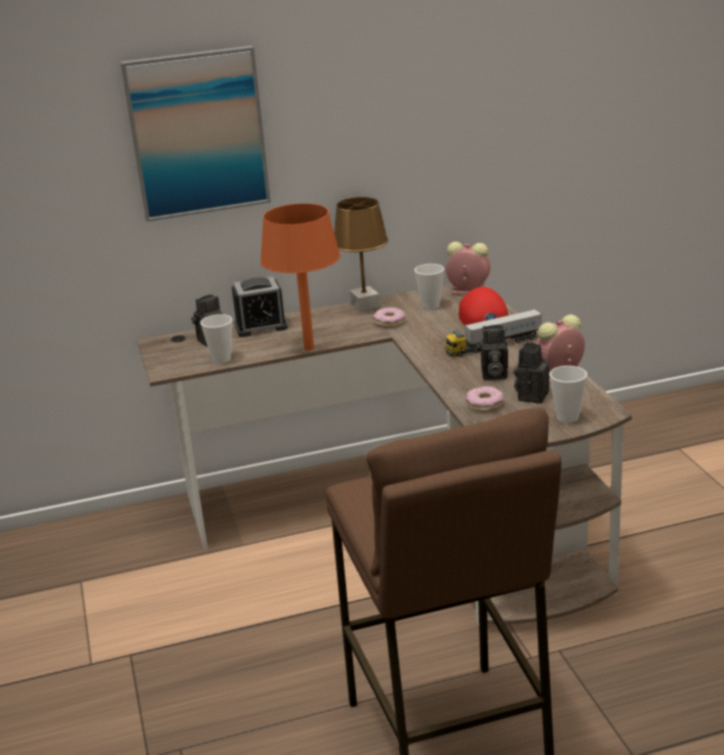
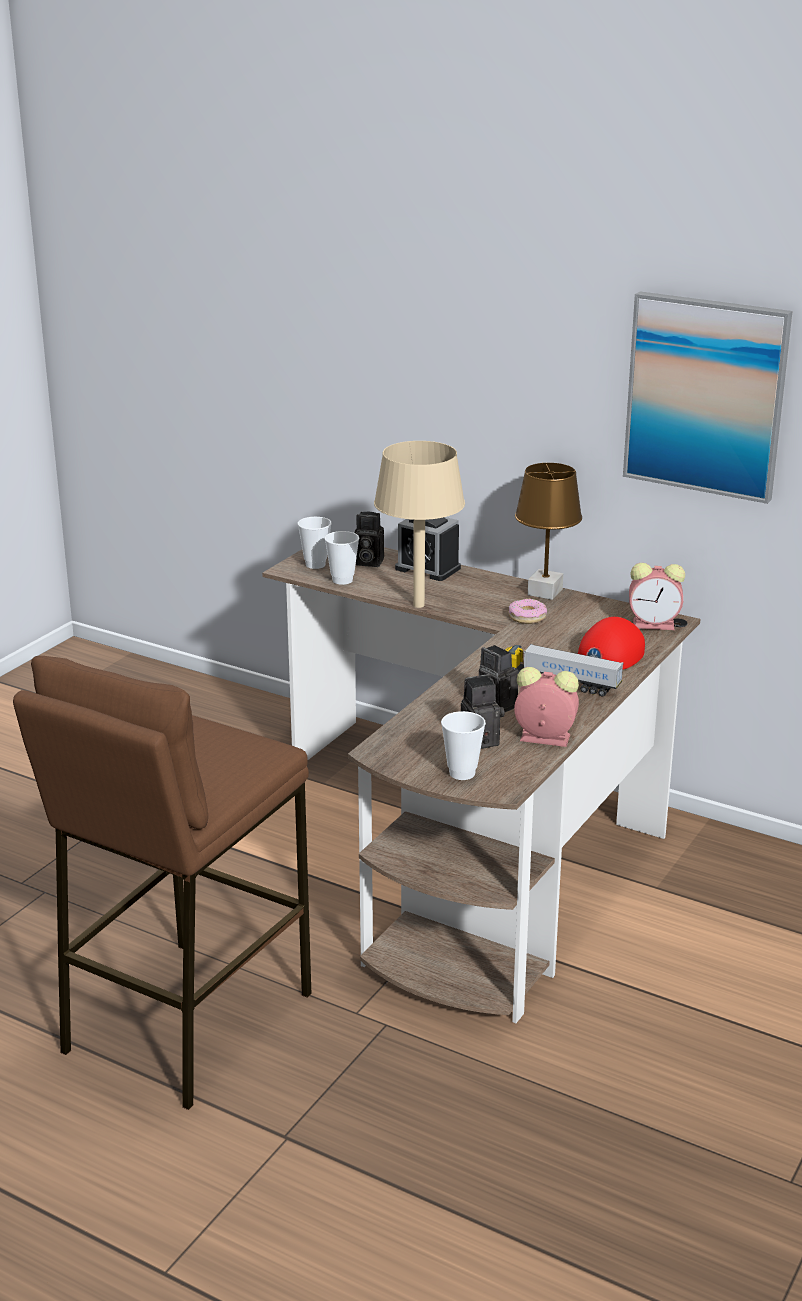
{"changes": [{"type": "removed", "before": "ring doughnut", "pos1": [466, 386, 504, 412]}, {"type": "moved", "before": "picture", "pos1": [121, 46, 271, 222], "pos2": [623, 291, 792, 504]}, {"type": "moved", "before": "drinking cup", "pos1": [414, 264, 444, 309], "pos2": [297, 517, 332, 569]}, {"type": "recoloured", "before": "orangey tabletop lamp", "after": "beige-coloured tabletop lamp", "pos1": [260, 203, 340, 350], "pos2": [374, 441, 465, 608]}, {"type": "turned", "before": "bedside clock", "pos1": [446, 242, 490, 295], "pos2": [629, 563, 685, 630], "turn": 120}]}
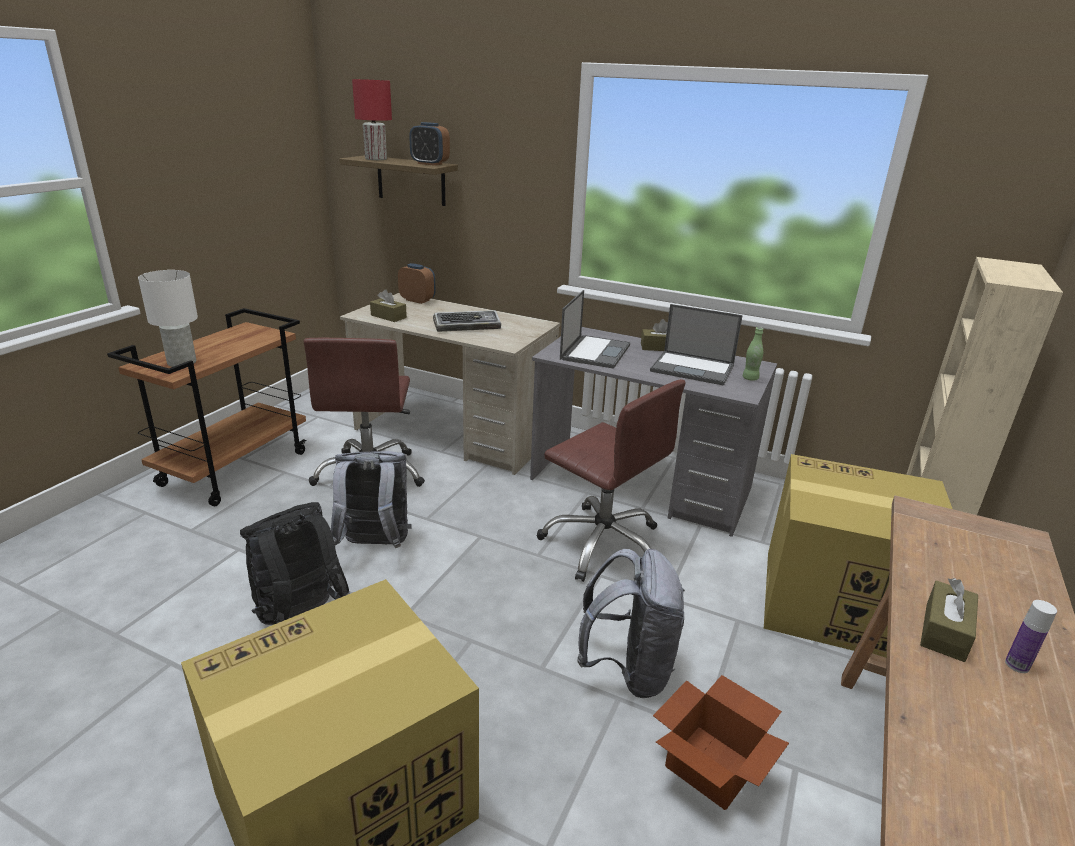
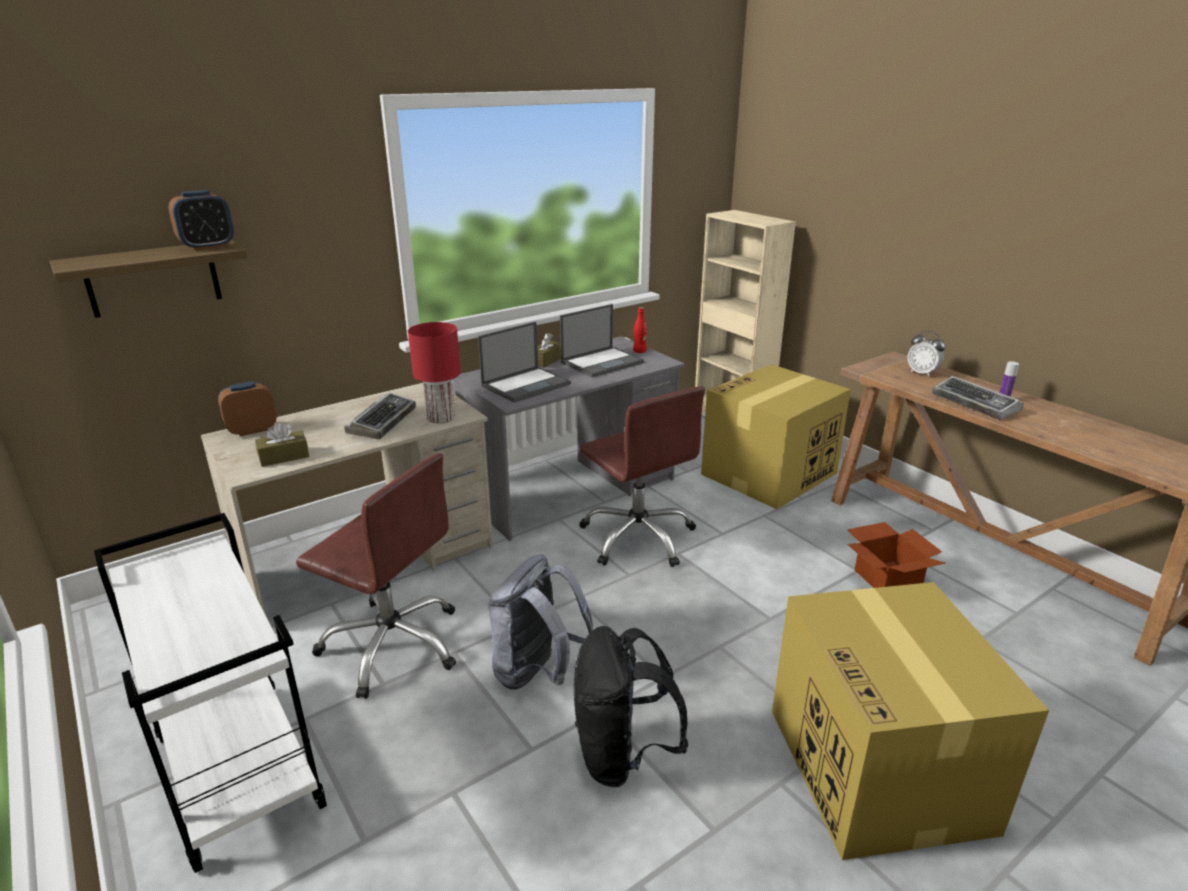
{"changes": [{"type": "removed", "before": "whitish tabletop lamp", "pos1": [138, 270, 198, 367]}, {"type": "removed", "before": "gray knapsack", "pos1": [577, 549, 685, 698]}, {"type": "added", "after": "bedside clock", "pos2": [907, 331, 945, 377]}, {"type": "moved", "before": "reddish tabletop lamp", "pos1": [352, 79, 392, 160], "pos2": [408, 322, 461, 424]}, {"type": "replaced", "before": "brown-coloured box of tissues", "after": "computer keyboard", "pos1": [920, 578, 978, 662], "pos2": [932, 376, 1024, 420]}, {"type": "recoloured", "before": "brown-coloured trolley", "after": "whitish trolley", "pos1": [107, 308, 307, 506], "pos2": [94, 513, 327, 873]}, {"type": "recoloured", "before": "green-coloured drink bottle", "after": "reddish drink bottle", "pos1": [743, 327, 763, 381], "pos2": [633, 307, 647, 353]}, {"type": "turned", "before": "brown-coloured computer chair", "pos1": [537, 379, 685, 582], "pos2": [579, 386, 705, 567], "turn": 75}, {"type": "turned", "before": "portable computer", "pos1": [560, 290, 630, 369], "pos2": [478, 322, 571, 403], "turn": 90}]}
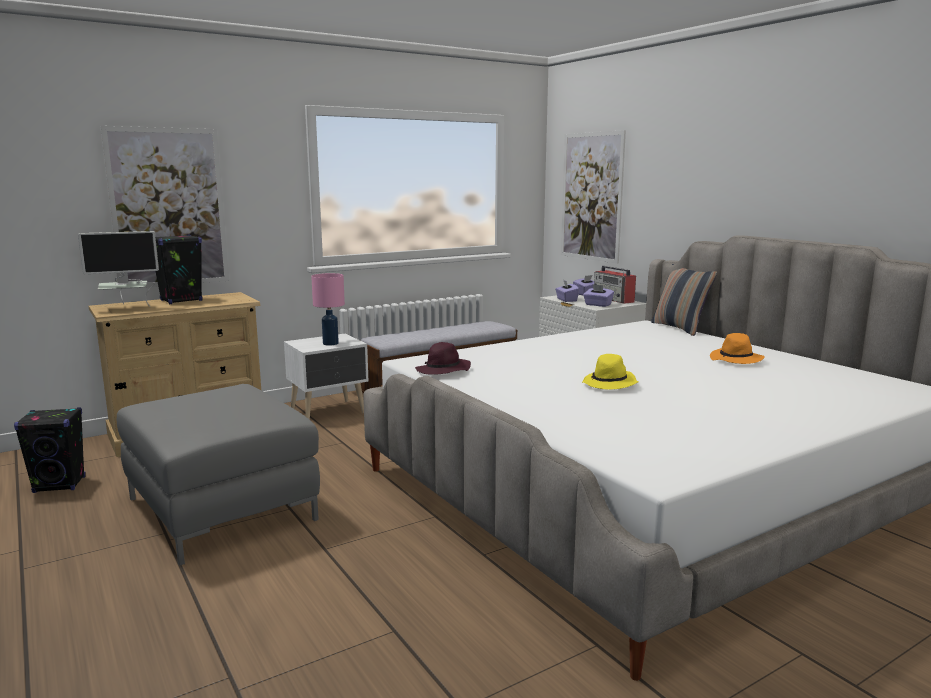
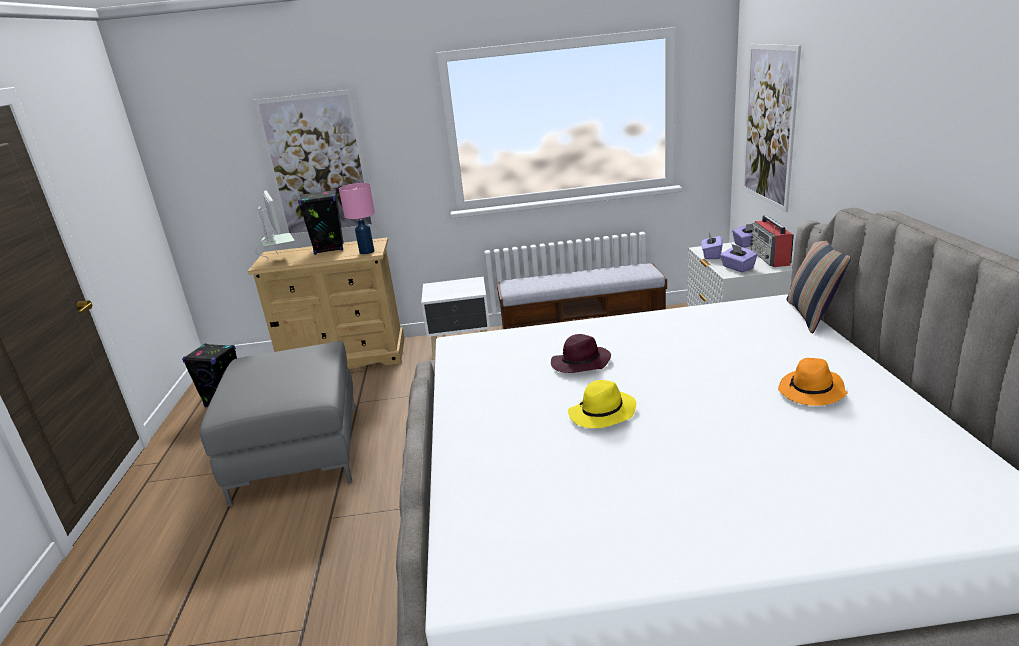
{"changes": [{"type": "moved", "before": "pinkish tabletop lamp", "pos1": [311, 273, 345, 346], "pos2": [339, 183, 375, 254]}, {"type": "moved", "before": "purple wearable hat", "pos1": [415, 342, 471, 375], "pos2": [551, 334, 611, 373]}, {"type": "turned", "before": "monitor", "pos1": [78, 231, 159, 307], "pos2": [255, 191, 295, 261], "turn": -120}]}
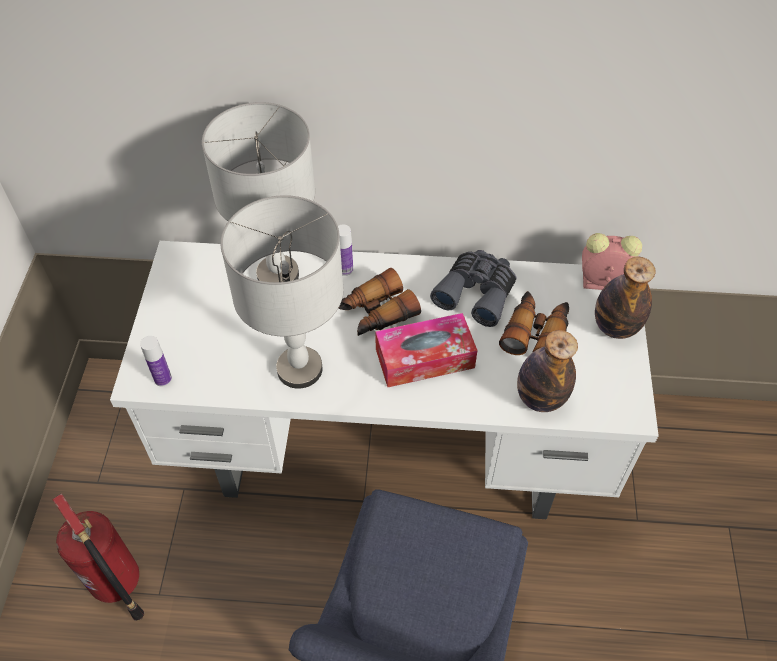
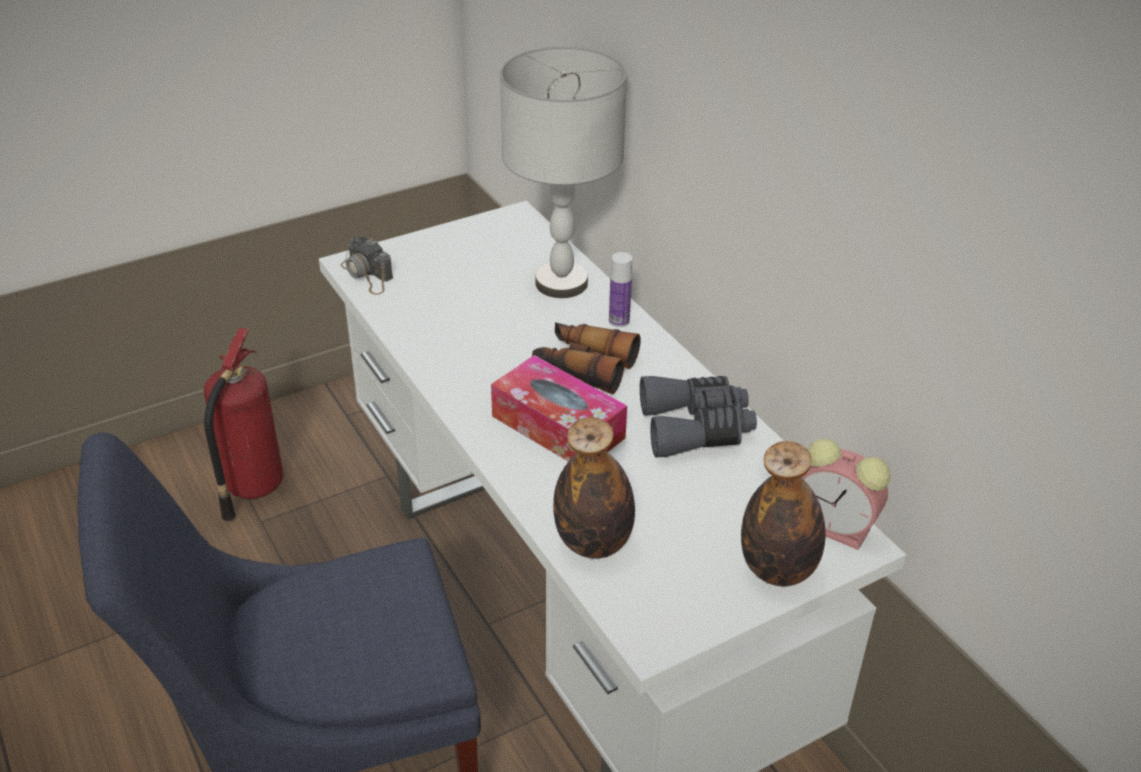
{"changes": [{"type": "removed", "before": "gray tabletop lamp", "pos1": [220, 195, 344, 389]}, {"type": "removed", "before": "pair of binoculars", "pos1": [499, 291, 569, 355]}, {"type": "replaced", "before": "drink bottle", "after": "still camera", "pos1": [140, 336, 172, 387], "pos2": [340, 236, 393, 295]}, {"type": "turned", "before": "bedside clock", "pos1": [582, 233, 642, 290], "pos2": [801, 439, 890, 550], "turn": 150}]}
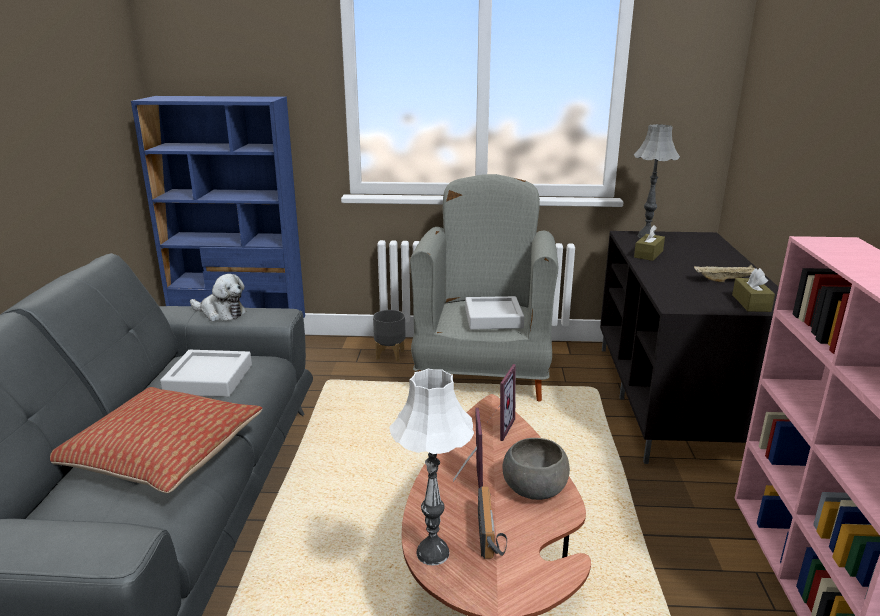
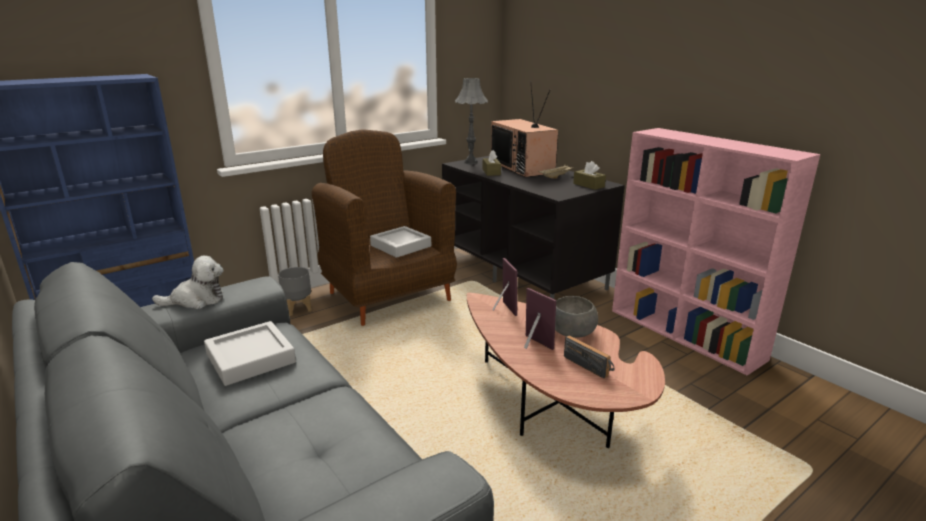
{"changes": [{"type": "removed", "before": "cushion", "pos1": [50, 387, 263, 493]}, {"type": "removed", "before": "whitish tabletop lamp", "pos1": [389, 369, 474, 565]}, {"type": "added", "after": "TV", "pos2": [491, 81, 558, 177]}, {"type": "recoloured", "before": "gray easy chair", "after": "brown-coloured easy chair", "pos1": [410, 174, 558, 402], "pos2": [312, 129, 457, 326]}]}
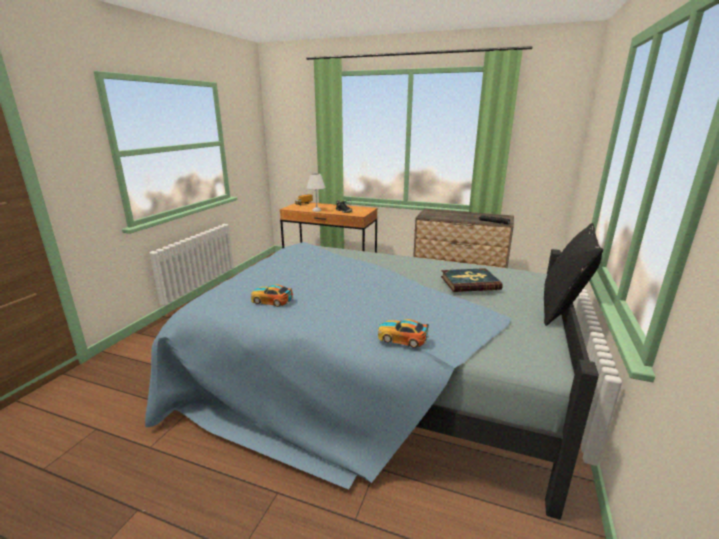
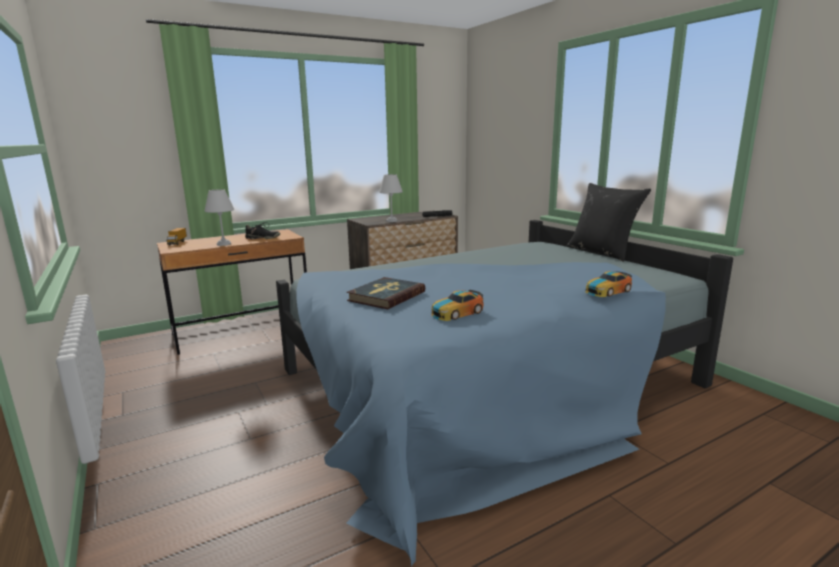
{"changes": [{"type": "added", "after": "whitish tabletop lamp", "pos2": [379, 174, 403, 222]}, {"type": "moved", "before": "volume", "pos1": [441, 268, 503, 292], "pos2": [346, 277, 425, 309]}]}
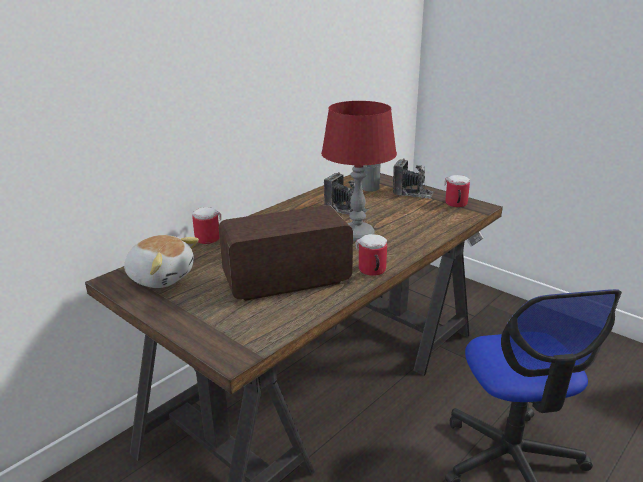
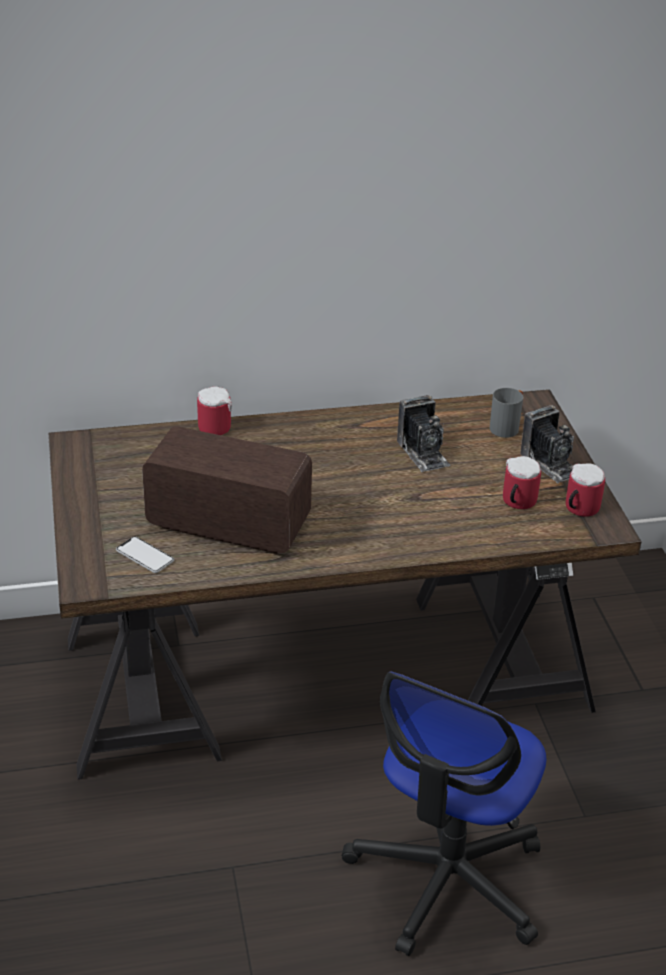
{"changes": [{"type": "removed", "before": "soft toy", "pos1": [124, 235, 199, 288]}, {"type": "removed", "before": "reddish tabletop lamp", "pos1": [321, 101, 397, 242]}, {"type": "added", "after": "phone", "pos2": [116, 536, 174, 573]}, {"type": "moved", "before": "coffee mug", "pos1": [355, 234, 387, 276], "pos2": [503, 456, 541, 509]}]}
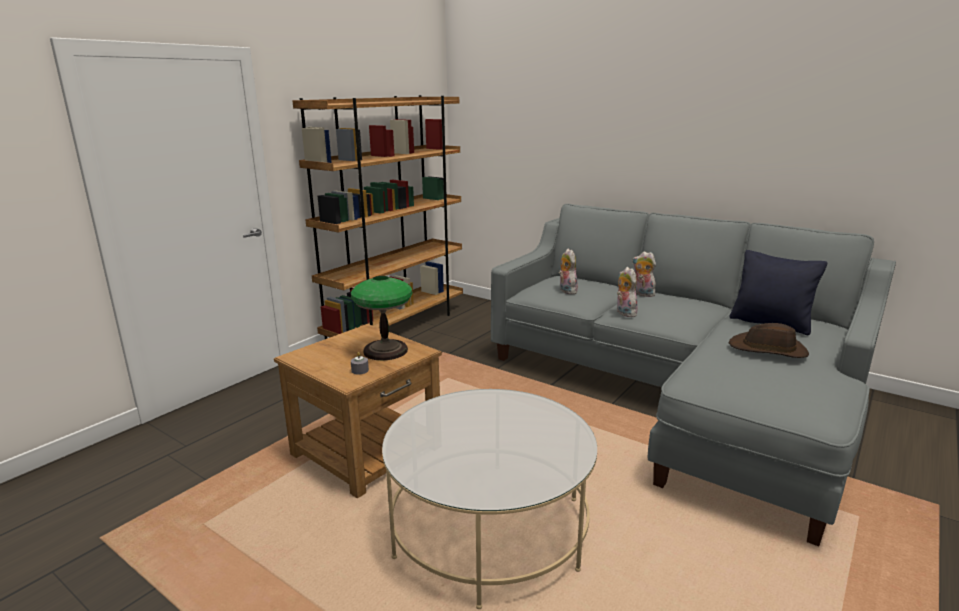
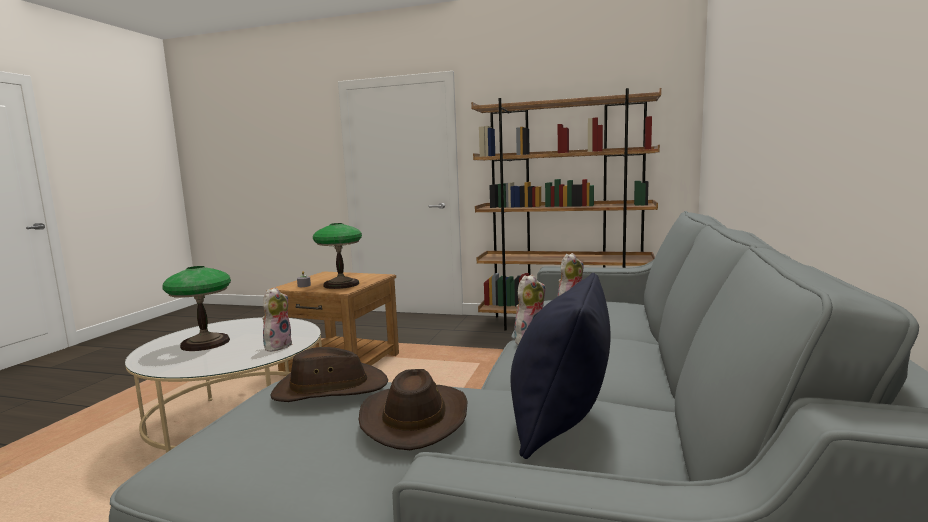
{"changes": [{"type": "added", "after": "tabletop lamp", "pos2": [163, 266, 231, 351]}, {"type": "added", "after": "brown-coloured wearable hat", "pos2": [270, 347, 389, 402]}, {"type": "moved", "before": "soft toy", "pos1": [632, 251, 656, 297], "pos2": [263, 287, 292, 352]}]}
